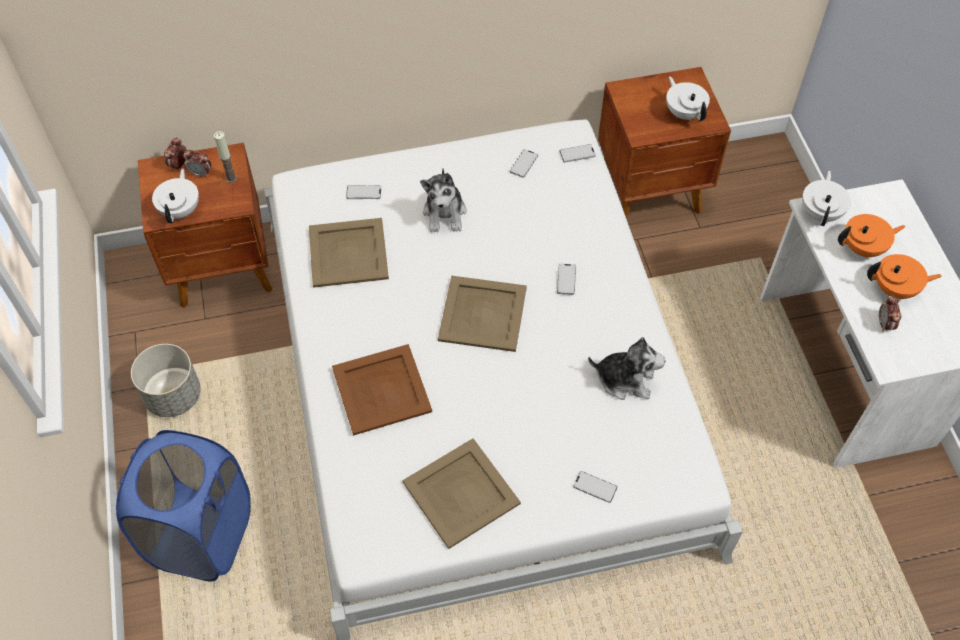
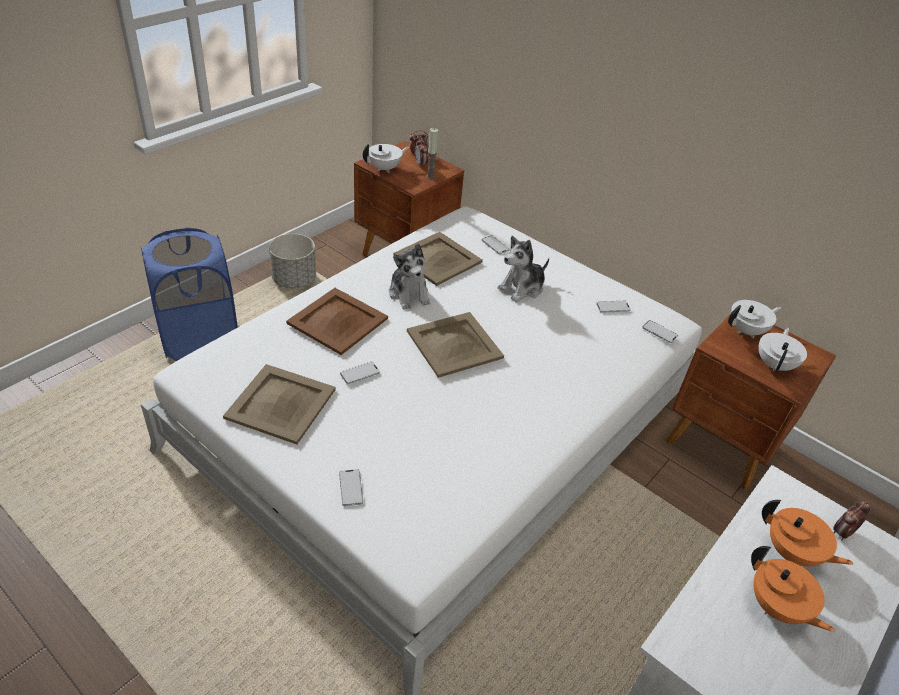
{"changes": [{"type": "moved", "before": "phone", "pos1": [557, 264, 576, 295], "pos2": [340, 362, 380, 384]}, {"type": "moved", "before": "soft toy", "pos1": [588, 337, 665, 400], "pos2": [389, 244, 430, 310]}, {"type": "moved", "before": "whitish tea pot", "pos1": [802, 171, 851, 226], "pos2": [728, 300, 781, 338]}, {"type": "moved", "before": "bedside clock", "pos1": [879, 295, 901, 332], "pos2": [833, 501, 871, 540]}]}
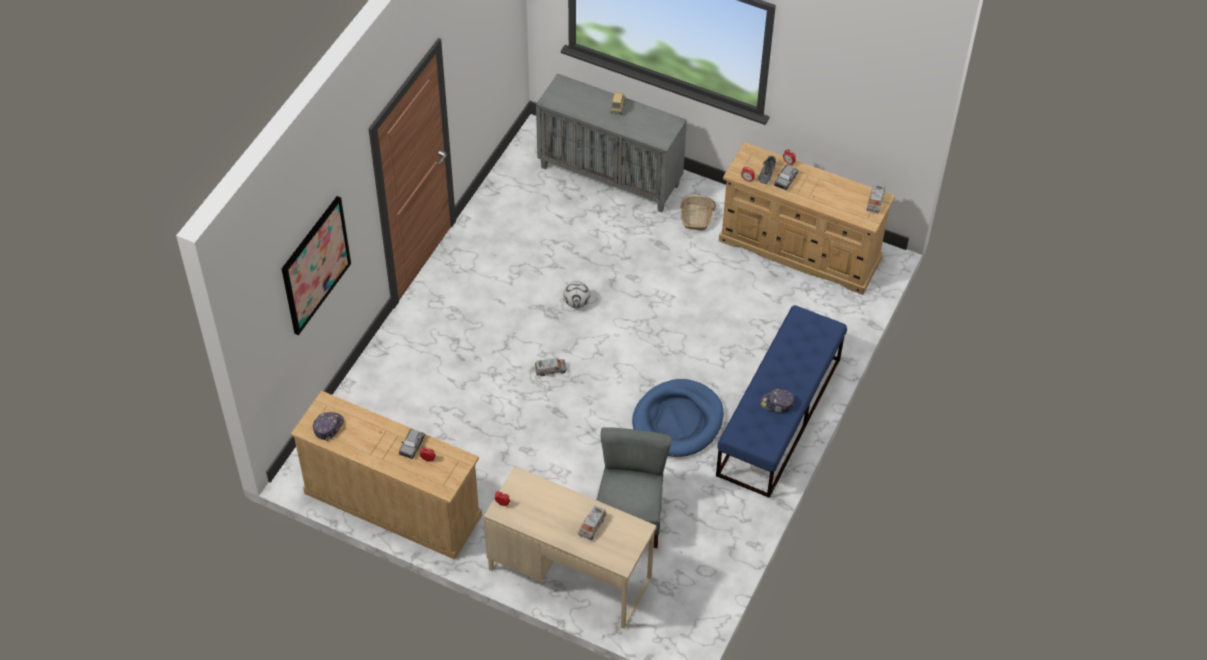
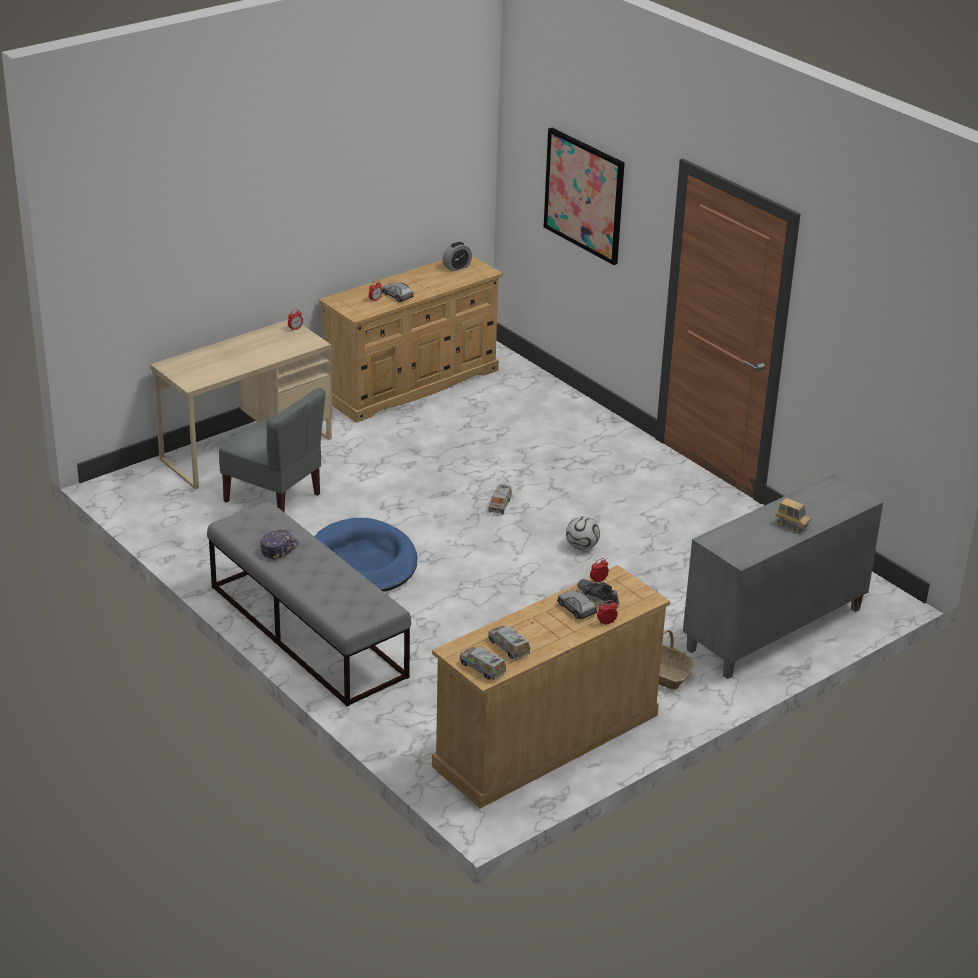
{"changes": [{"type": "moved", "before": "toy lorry", "pos1": [578, 505, 606, 540], "pos2": [488, 625, 530, 660]}, {"type": "replaced", "before": "peaked cap", "after": "bedside clock", "pos1": [313, 412, 344, 442], "pos2": [443, 242, 472, 272]}, {"type": "recoloured", "before": "bluish bench", "after": "gray bench", "pos1": [716, 305, 847, 498], "pos2": [207, 501, 411, 706]}]}
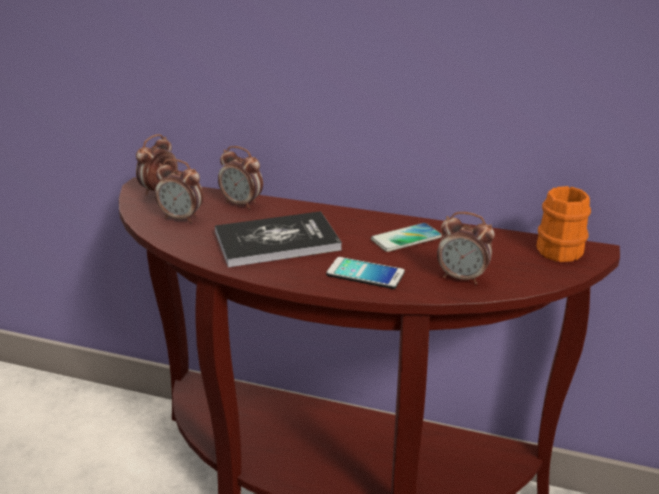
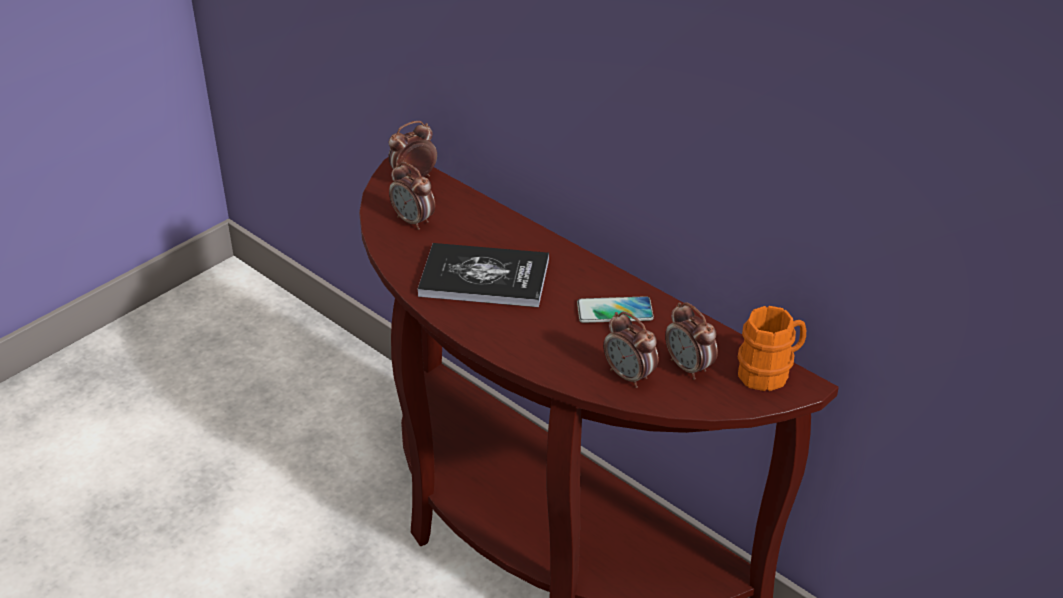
{"changes": [{"type": "removed", "before": "phone", "pos1": [326, 257, 405, 289]}, {"type": "moved", "before": "bedside clock", "pos1": [218, 146, 263, 209], "pos2": [665, 302, 718, 380]}]}
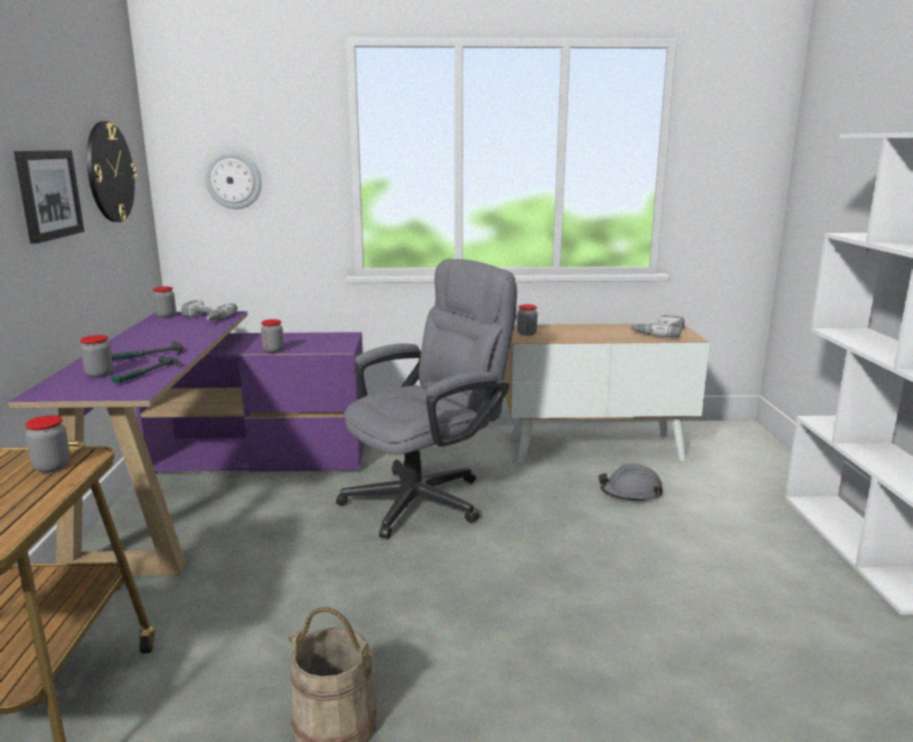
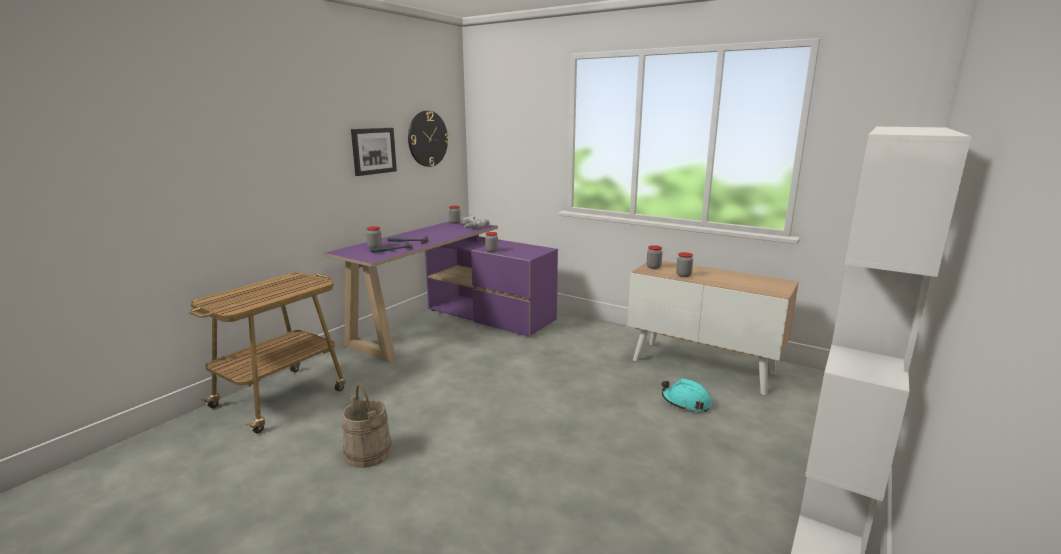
{"changes": [{"type": "removed", "before": "clock on the wall", "pos1": [205, 152, 262, 209]}, {"type": "removed", "before": "gray computer chair", "pos1": [336, 259, 517, 539]}, {"type": "removed", "before": "power drill", "pos1": [630, 315, 685, 337]}, {"type": "moved", "before": "storage jar", "pos1": [25, 415, 70, 473], "pos2": [676, 252, 693, 277]}, {"type": "recoloured", "before": "gray work helmet", "after": "turquoise-coloured work helmet", "pos1": [598, 464, 663, 503], "pos2": [661, 378, 712, 412]}]}
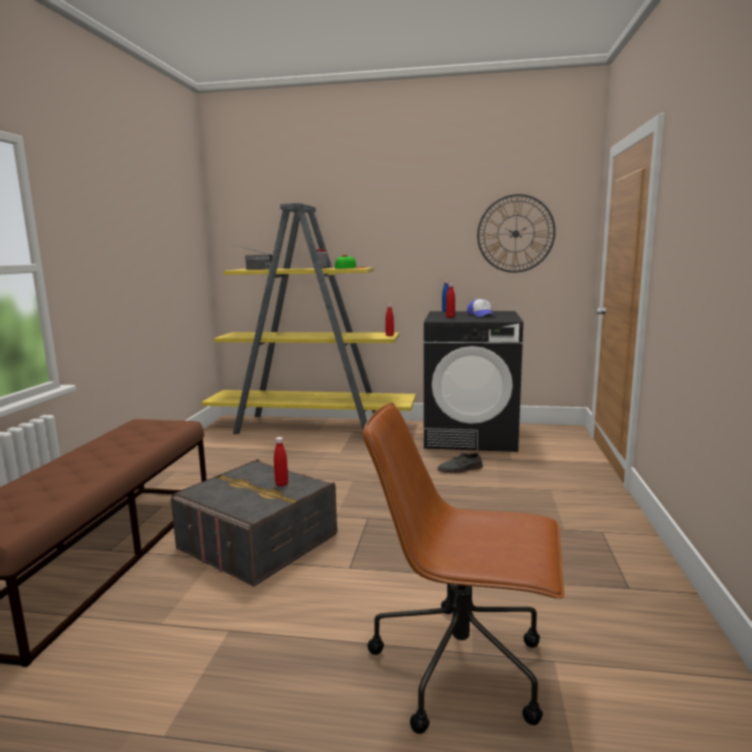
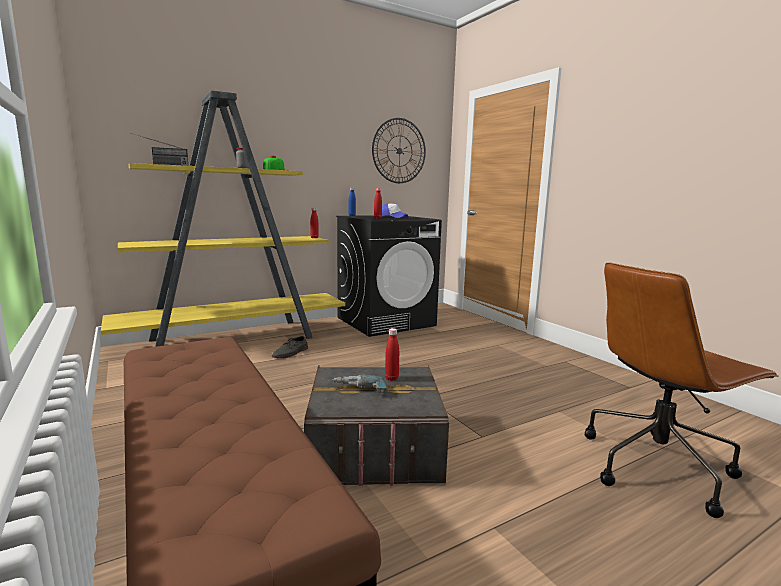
{"changes": [{"type": "added", "after": "power drill", "pos2": [332, 375, 388, 394]}, {"type": "moved", "before": "gray item of footwear", "pos1": [438, 453, 483, 473], "pos2": [272, 336, 308, 359]}]}
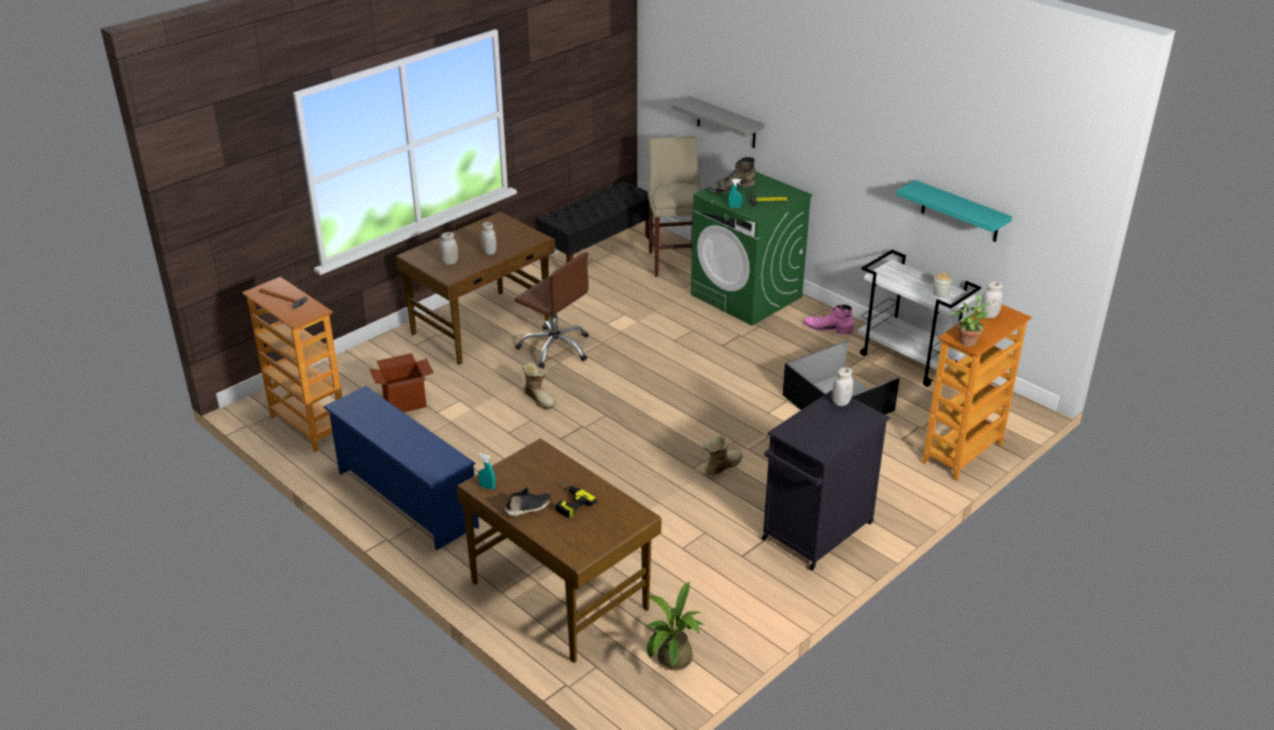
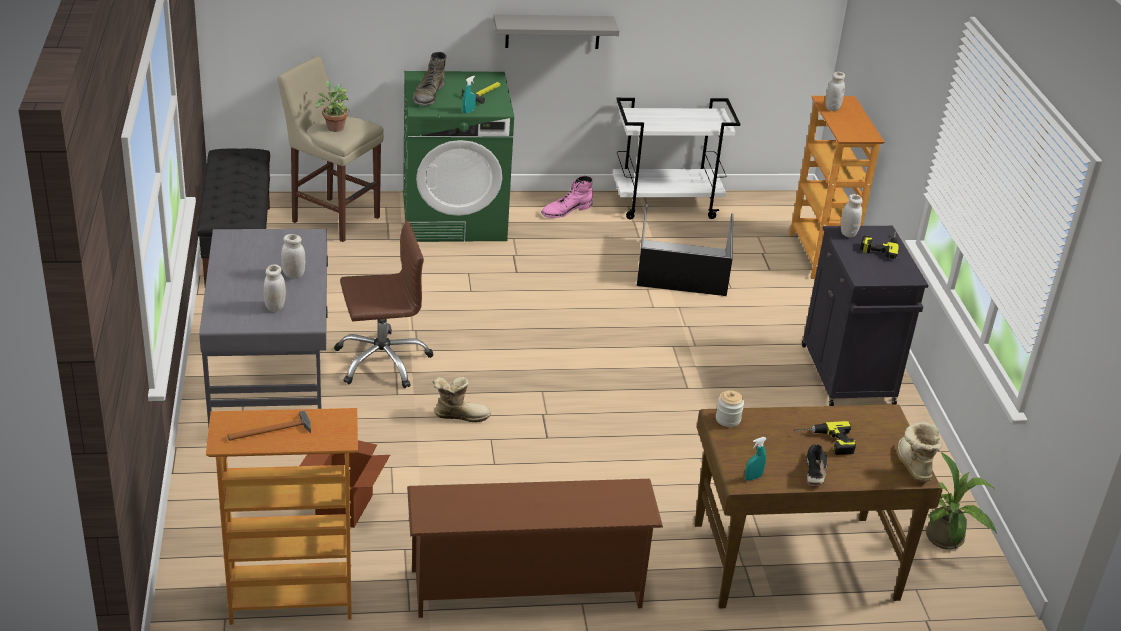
{"changes": [{"type": "removed", "before": "turquoise-coloured wall shelf", "pos1": [896, 180, 1012, 242]}, {"type": "added", "after": "power drill", "pos2": [860, 231, 899, 259]}, {"type": "moved", "before": "gray wall shelf", "pos1": [672, 97, 765, 148], "pos2": [493, 14, 619, 49]}, {"type": "moved", "before": "high-top boot", "pos1": [703, 435, 742, 475], "pos2": [897, 422, 942, 482]}, {"type": "moved", "before": "storage jar", "pos1": [932, 273, 952, 297], "pos2": [716, 390, 744, 427]}, {"type": "moved", "before": "plant in a pot", "pos1": [950, 295, 991, 347], "pos2": [315, 80, 350, 132]}, {"type": "recoloured", "before": "bluish shoe shelf", "after": "brown-coloured shoe shelf", "pos1": [323, 386, 479, 550], "pos2": [407, 479, 663, 618]}, {"type": "recoloured", "before": "brown-coloured desk unit", "after": "gray desk unit", "pos1": [396, 212, 555, 365], "pos2": [199, 229, 328, 428]}]}
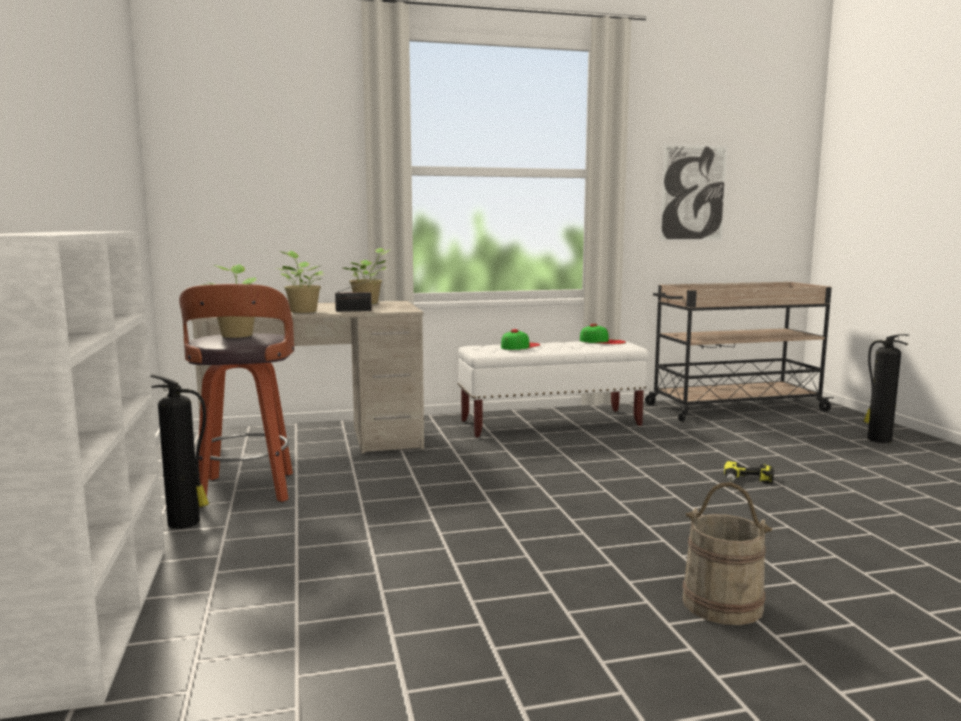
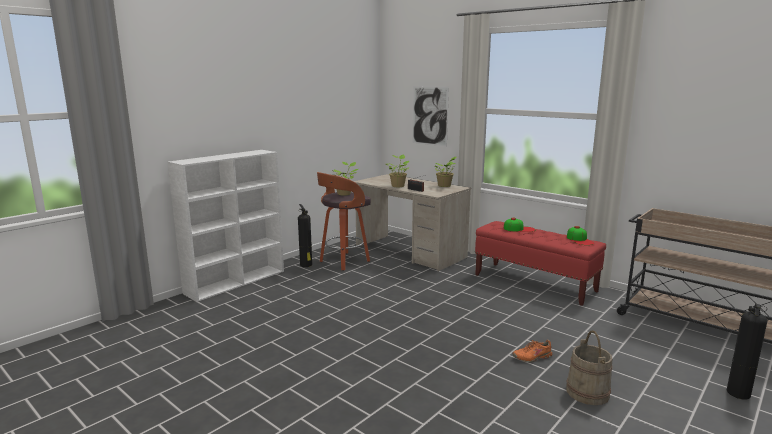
{"changes": [{"type": "moved", "before": "picture", "pos1": [659, 143, 728, 241], "pos2": [413, 86, 449, 146]}, {"type": "moved", "before": "beige-coloured water bucket", "pos1": [682, 482, 773, 625], "pos2": [566, 330, 612, 405]}, {"type": "replaced", "before": "power drill", "after": "orangey item of footwear", "pos1": [724, 461, 774, 484], "pos2": [512, 340, 552, 362]}, {"type": "recoloured", "before": "whitish bench", "after": "reddish bench", "pos1": [458, 341, 648, 437], "pos2": [475, 221, 606, 306]}]}
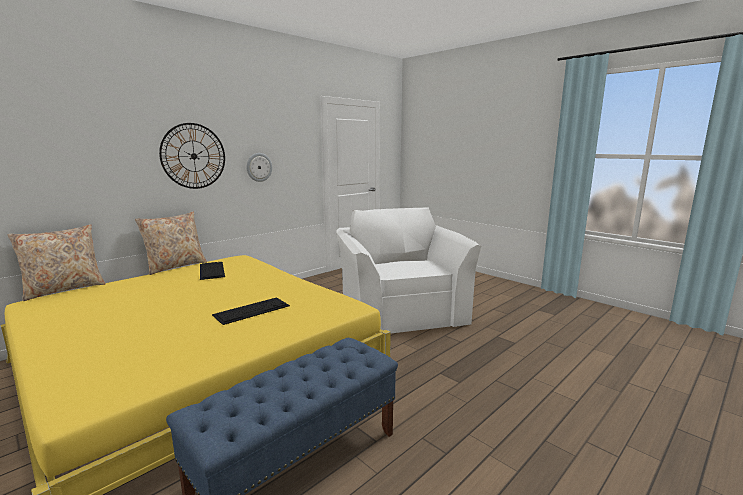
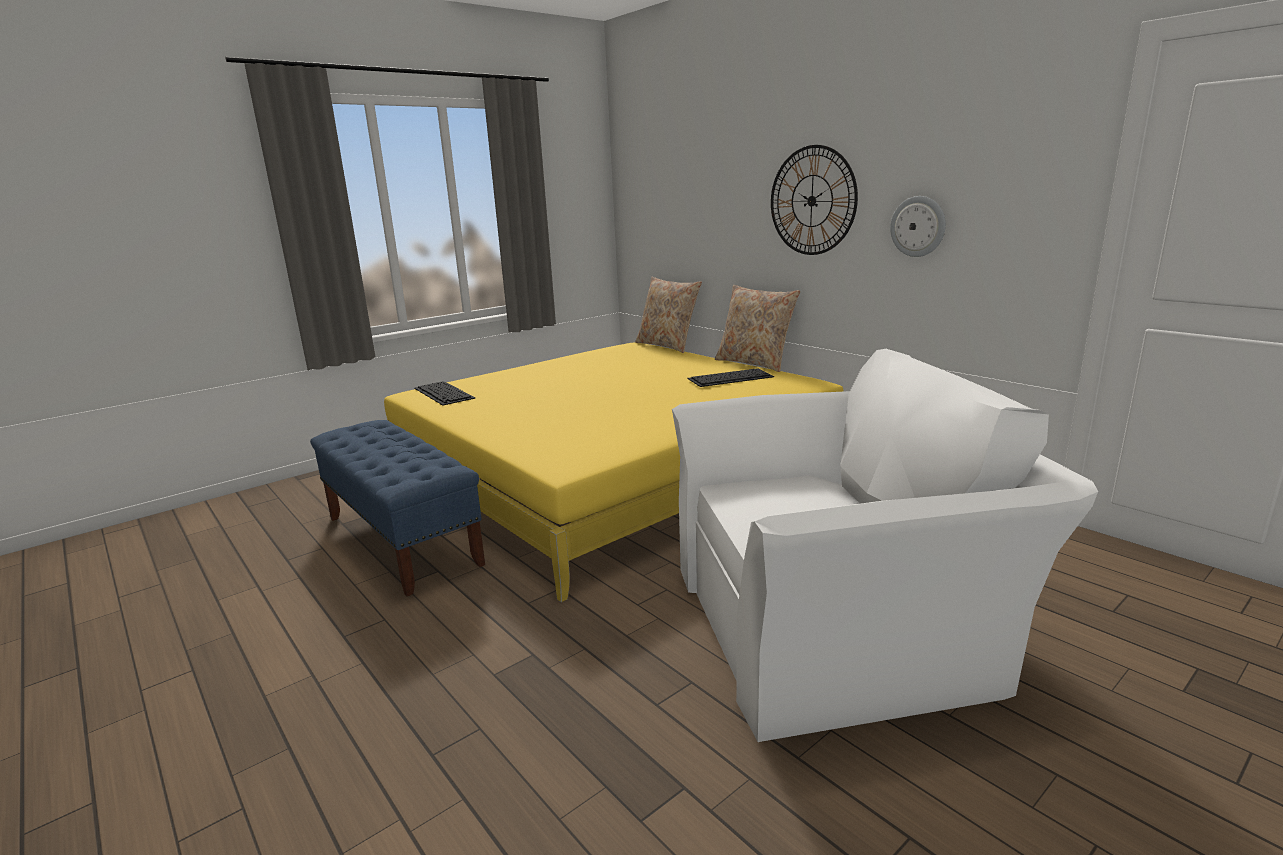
{"changes": [{"type": "moved", "before": "computer keyboard", "pos1": [212, 297, 290, 325], "pos2": [414, 381, 475, 405]}]}
